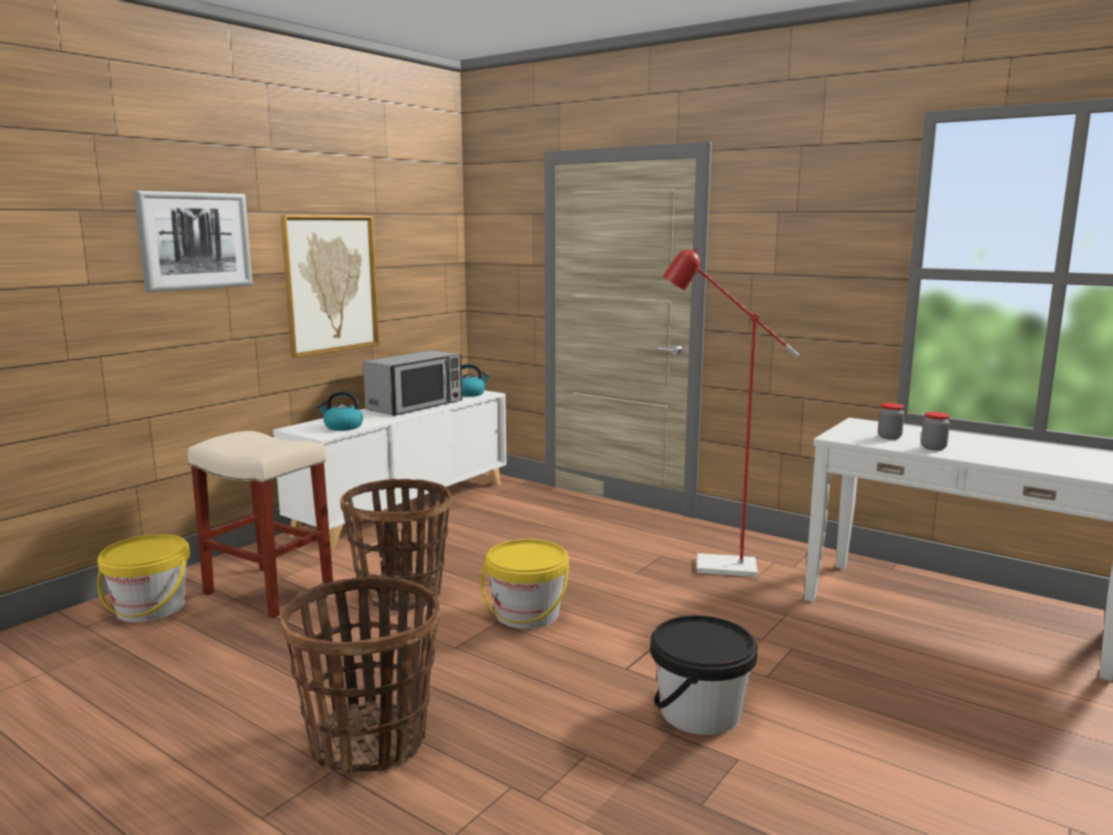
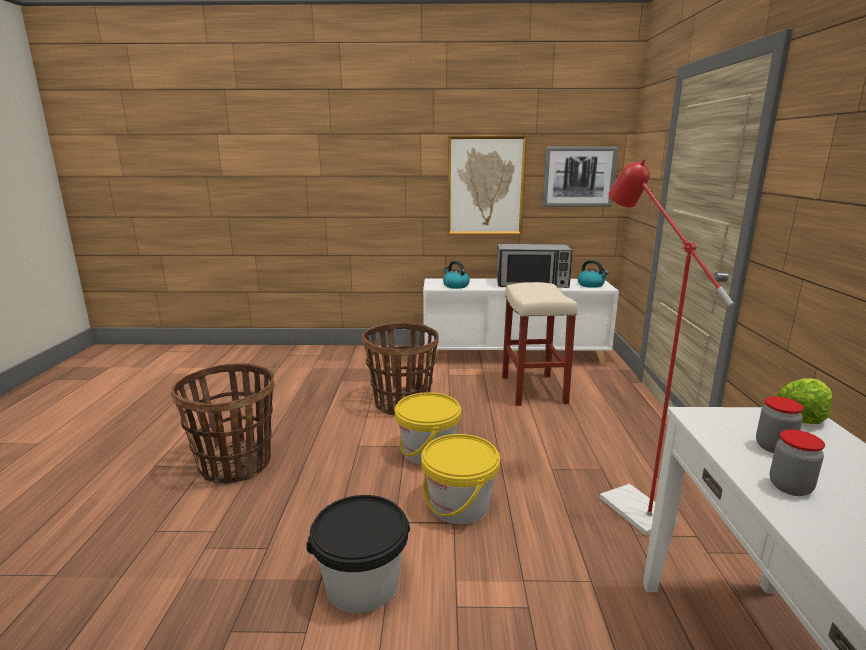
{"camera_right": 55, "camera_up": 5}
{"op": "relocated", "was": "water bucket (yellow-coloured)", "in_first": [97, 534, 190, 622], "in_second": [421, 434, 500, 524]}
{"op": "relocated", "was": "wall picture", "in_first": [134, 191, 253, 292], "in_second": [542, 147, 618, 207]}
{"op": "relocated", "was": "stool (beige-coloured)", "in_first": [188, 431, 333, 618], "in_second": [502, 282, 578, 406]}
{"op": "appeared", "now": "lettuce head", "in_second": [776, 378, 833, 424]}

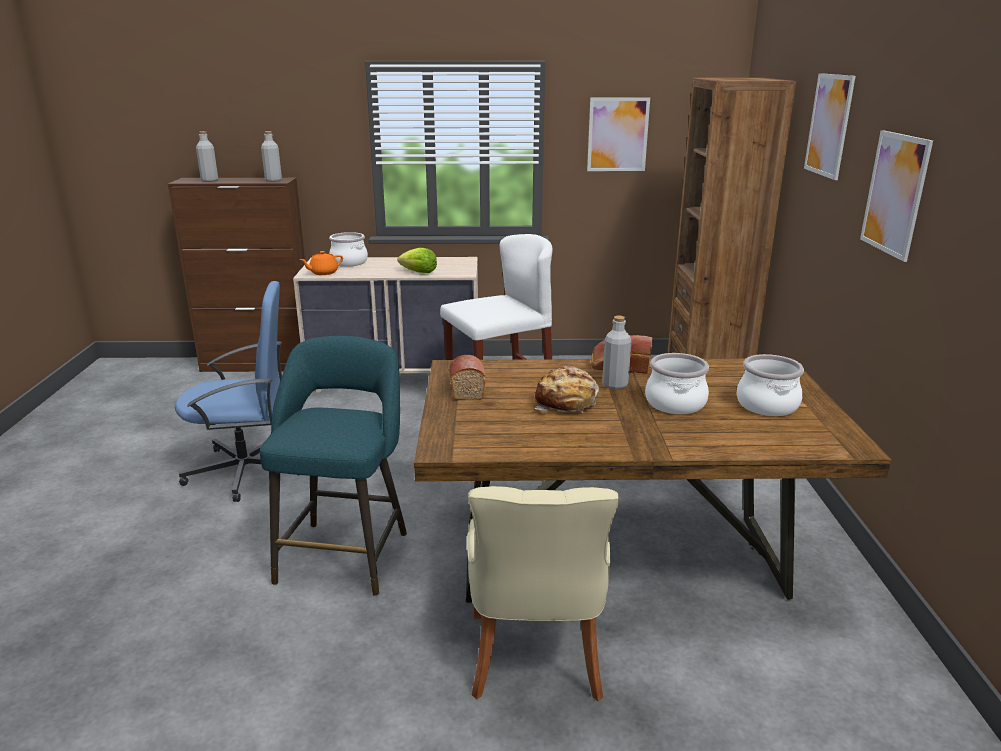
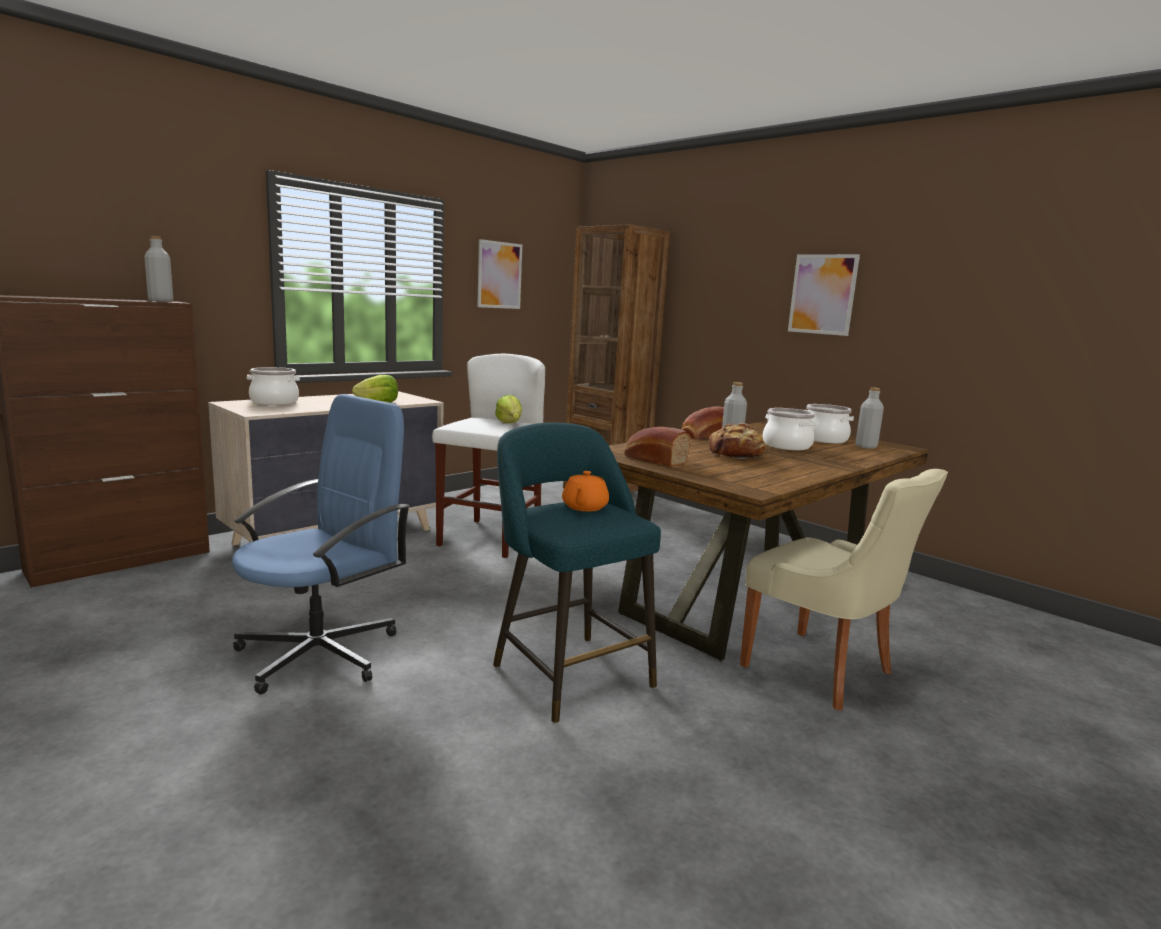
{"camera_right": -45, "camera_up": -10}
{"op": "relocated", "was": "drink bottle (greyish)", "in_first": [196, 131, 218, 182], "in_second": [855, 387, 884, 449]}
{"op": "relocated", "was": "pot for tea (orangey)", "in_first": [299, 251, 343, 275], "in_second": [562, 471, 609, 511]}
{"op": "missing", "was": "wall picture", "in_first": [804, 73, 855, 180]}
{"op": "appeared", "now": "lettuce head", "in_second": [495, 395, 522, 423]}

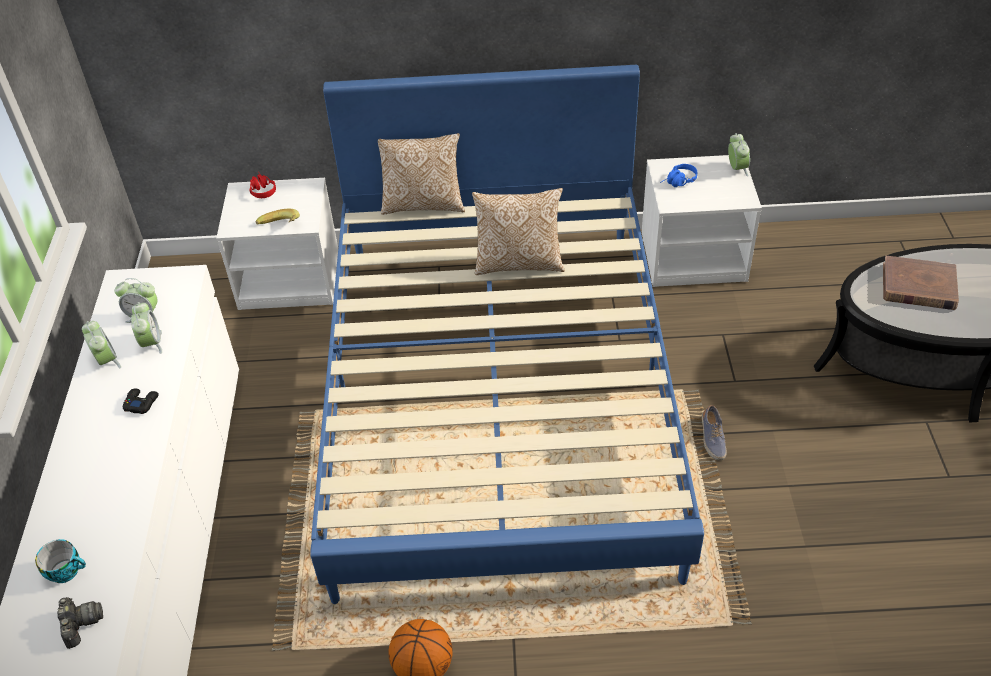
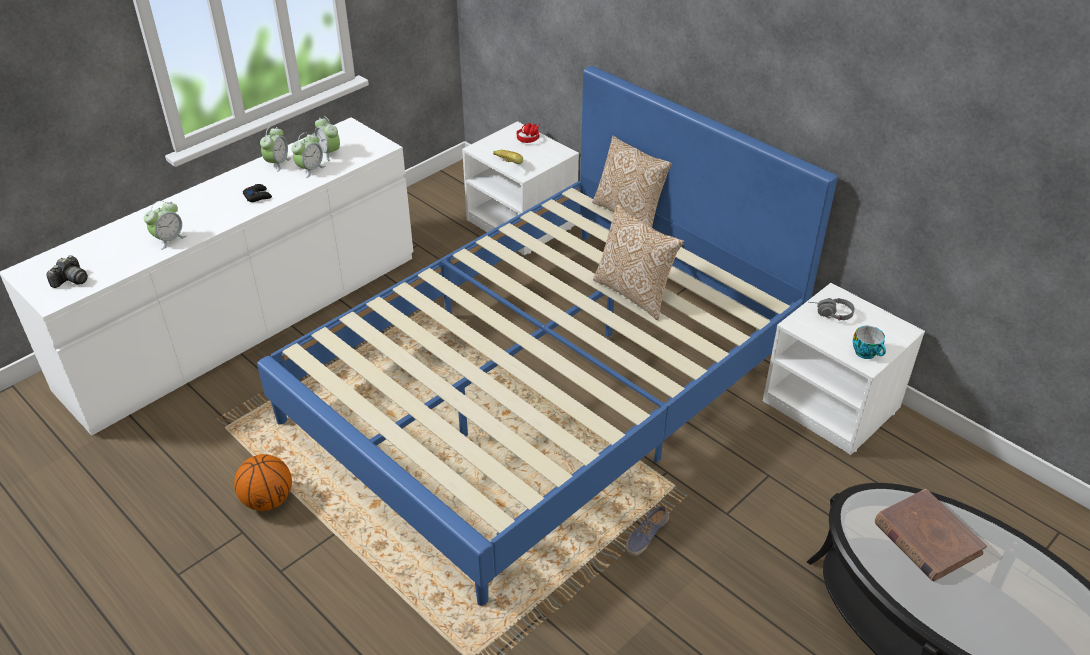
{"camera_right": 45, "camera_up": -5}
{"op": "relocated", "was": "small cup", "in_first": [35, 539, 86, 583], "in_second": [852, 326, 886, 359]}
{"op": "colour", "was": "headset (bluish)", "now": "headset (greyish)", "in_first": [660, 164, 697, 187], "in_second": [808, 298, 855, 320]}
{"op": "relocated", "was": "bedside clock", "in_first": [728, 133, 750, 177], "in_second": [144, 201, 187, 250]}

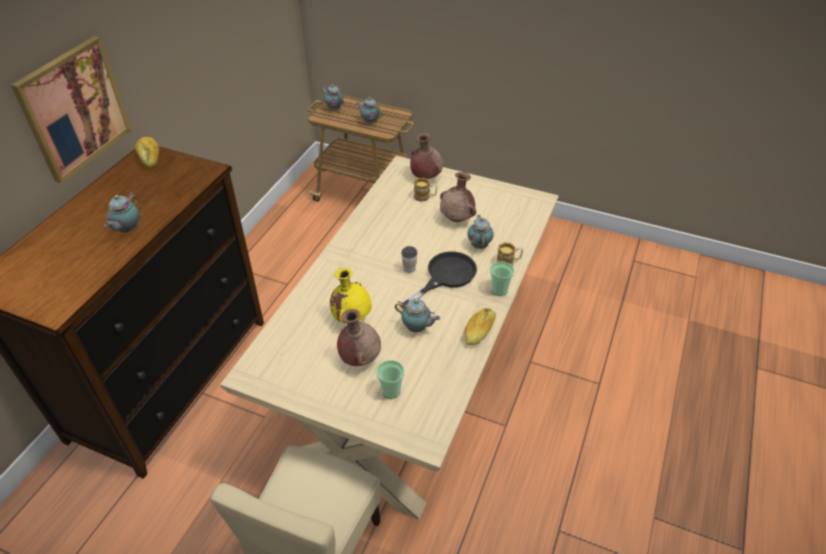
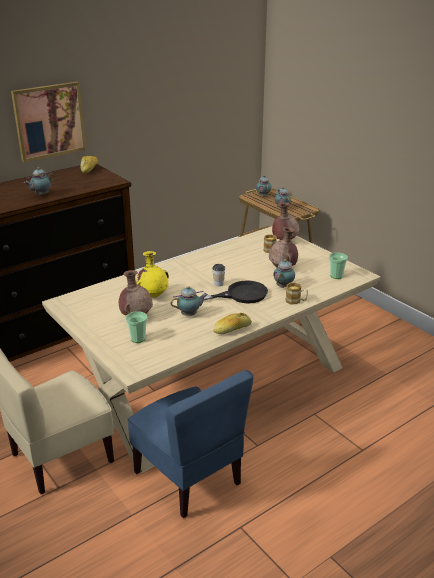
{"camera_right": 30, "camera_up": -15}
{"op": "spun", "was": "pot for tea", "in_first": [395, 298, 440, 332], "in_second": [171, 286, 208, 316], "clockwise": -75}
{"op": "relocated", "was": "small cup", "in_first": [490, 261, 514, 296], "in_second": [329, 252, 348, 279]}
{"op": "appeared", "now": "plain chair (bluish)", "in_second": [128, 370, 254, 518]}

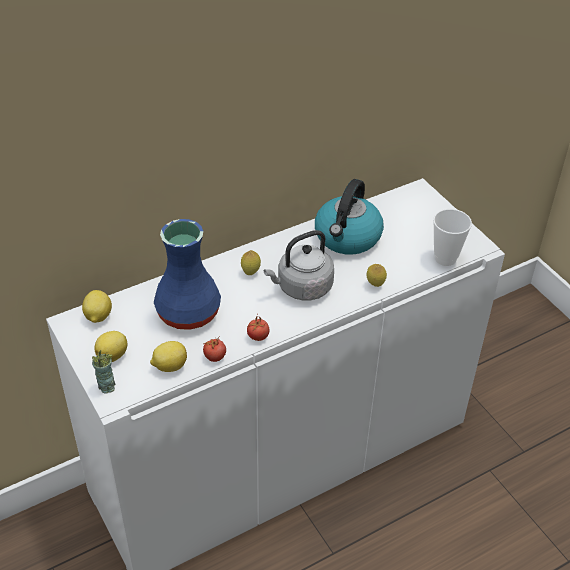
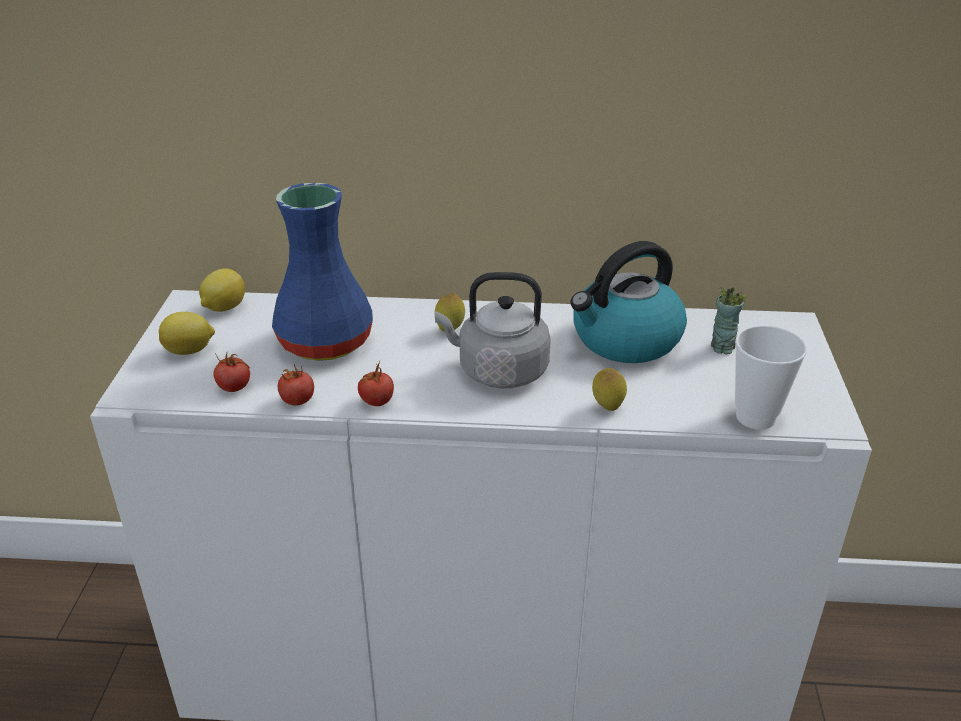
{"camera_right": 35, "camera_up": -10}
{"op": "relocated", "was": "small cup", "in_first": [92, 350, 115, 394], "in_second": [711, 287, 748, 354]}
{"op": "exchanged", "was": "citrus fruit", "now": "whole tomato", "in_first": [150, 341, 187, 372], "in_second": [213, 353, 250, 392]}

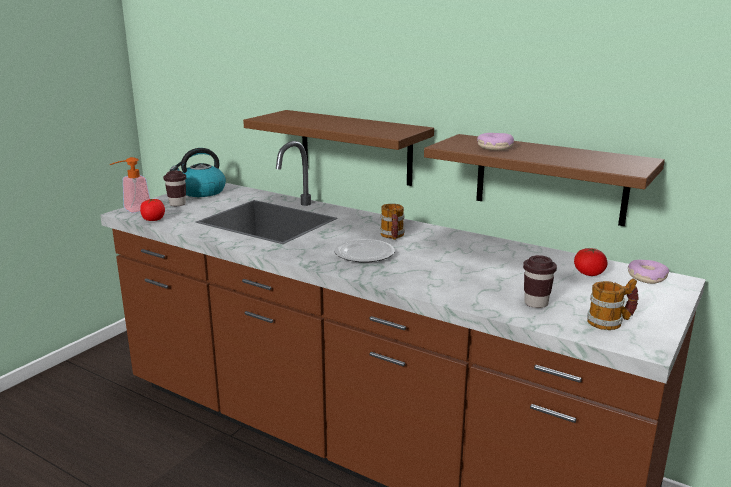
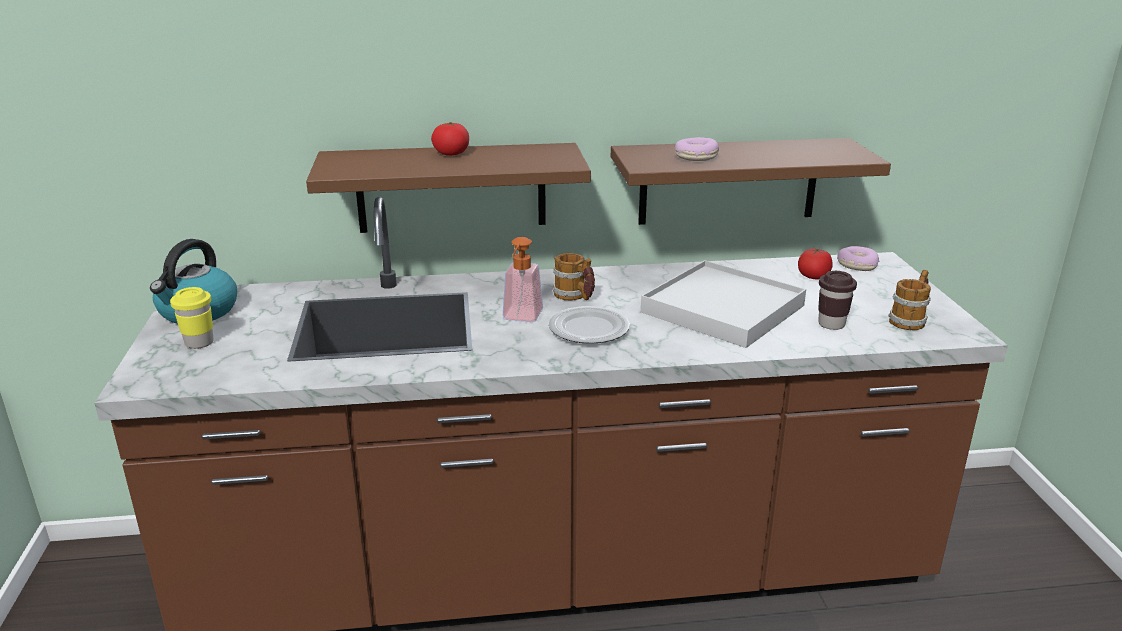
{"camera_right": -40, "camera_up": 5}
{"op": "relocated", "was": "liquid soap bottle", "in_first": [110, 157, 150, 213], "in_second": [503, 237, 543, 322]}
{"op": "relocated", "was": "whole tomato", "in_first": [140, 199, 165, 221], "in_second": [431, 122, 469, 156]}
{"op": "colour", "was": "small cup (brown)", "now": "small cup (yellow-coloured)", "in_first": [163, 171, 186, 206], "in_second": [170, 287, 213, 349]}
{"op": "appeared", "now": "serving tray (whitish)", "in_second": [641, 260, 806, 348]}

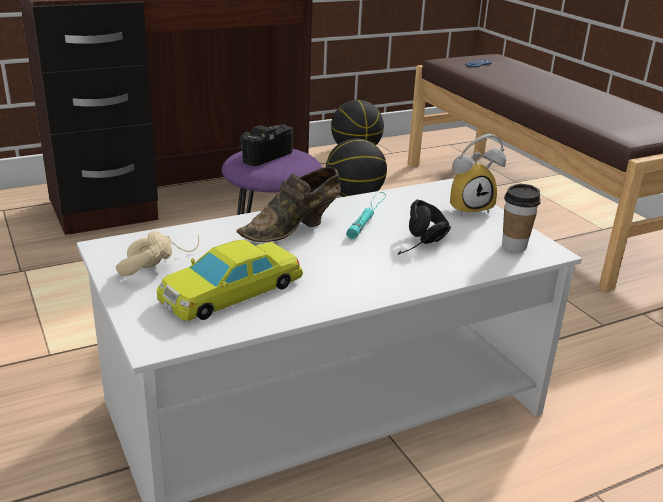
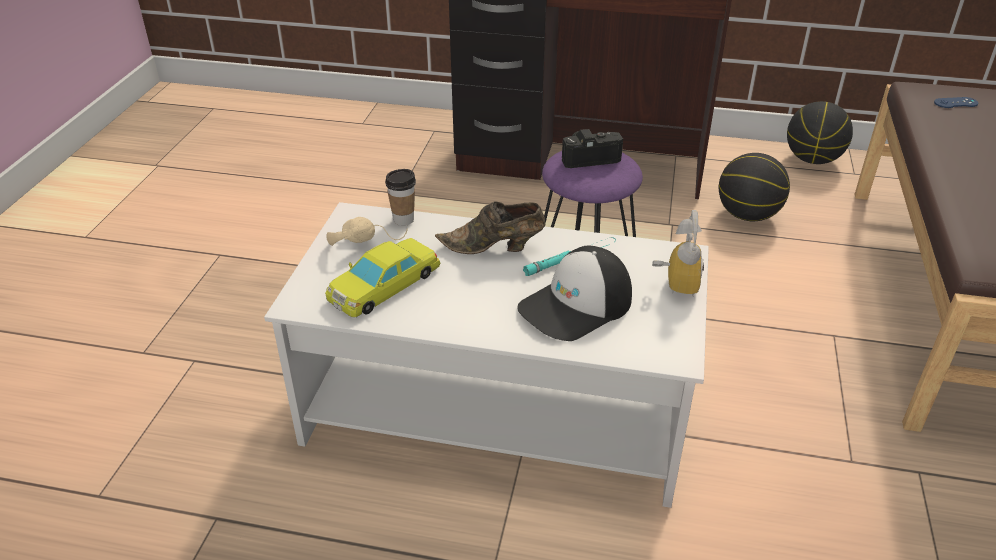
{"camera_right": 40, "camera_up": 10}
{"op": "spun", "was": "toy car (yellow-coloured)", "in_first": [156, 240, 303, 321], "in_second": [325, 238, 440, 317], "clockwise": -45}
{"op": "exchanged", "was": "headset (blackish)", "now": "cap", "in_first": [398, 199, 451, 255], "in_second": [517, 246, 632, 341]}
{"op": "spun", "was": "bedside clock", "in_first": [450, 134, 506, 217], "in_second": [652, 210, 704, 297], "clockwise": -105}
{"op": "relocated", "was": "small cup", "in_first": [502, 184, 541, 252], "in_second": [385, 169, 416, 226]}

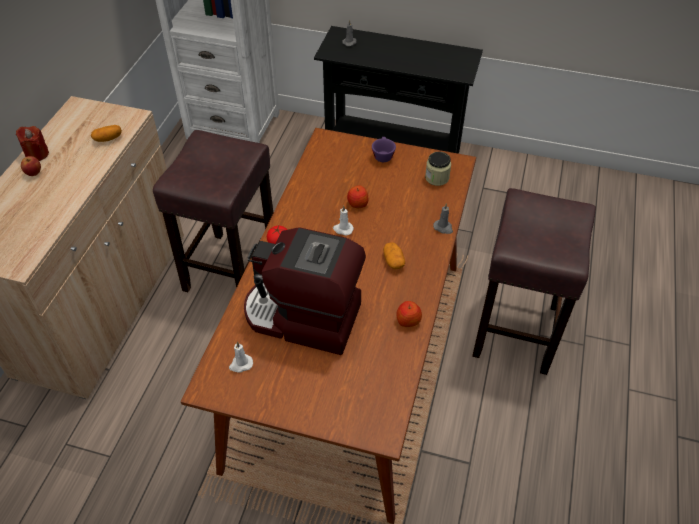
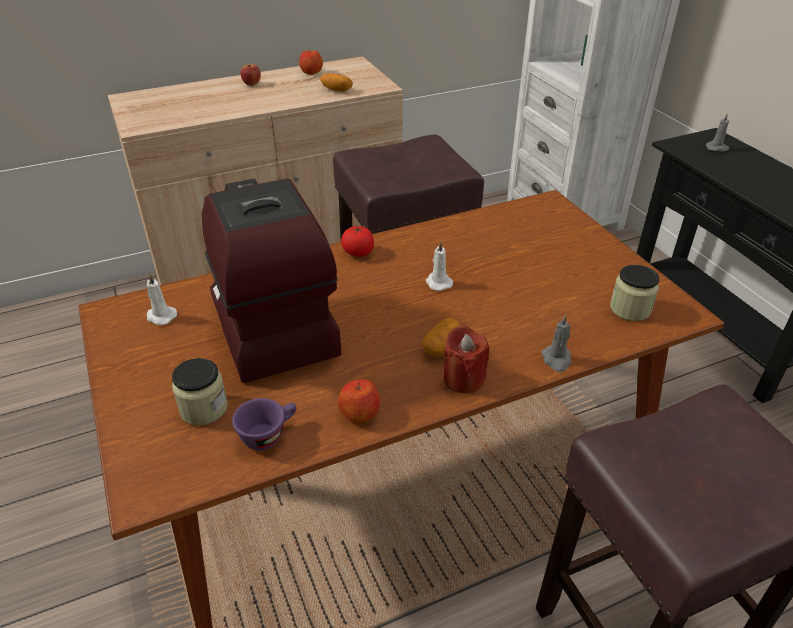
{"camera_right": 50, "camera_up": -10}
{"op": "relocated", "was": "wax light (reddish)", "in_first": [16, 126, 49, 161], "in_second": [444, 325, 489, 394]}
{"op": "relocated", "was": "apple fruit", "in_first": [347, 185, 368, 208], "in_second": [299, 49, 323, 75]}
{"op": "relocated", "was": "small cup (purple-coloured)", "in_first": [372, 137, 396, 162], "in_second": [232, 398, 297, 450]}
{"op": "appeared", "now": "storage jar", "in_second": [172, 358, 228, 425]}

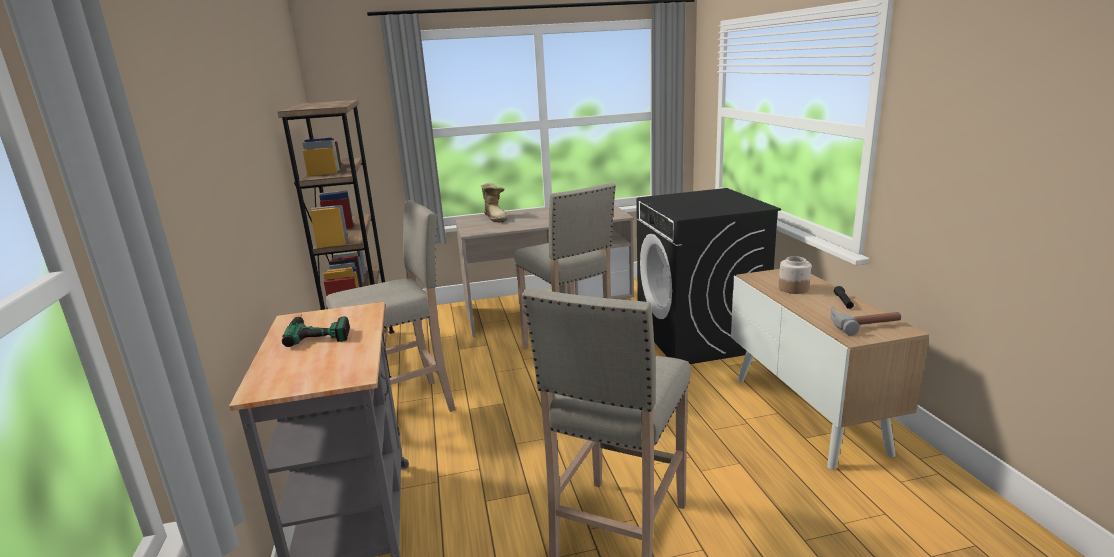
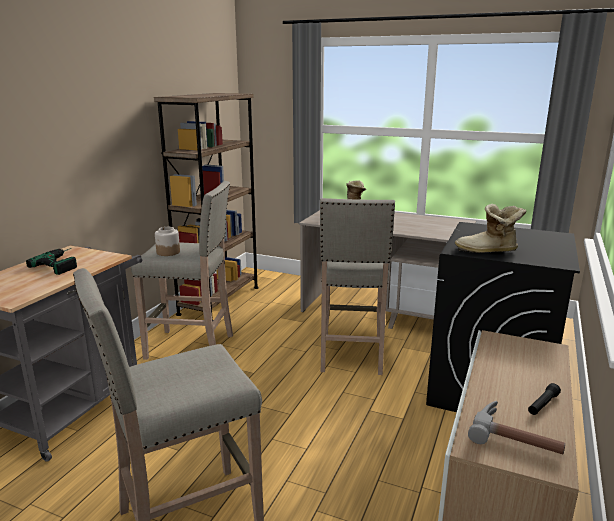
{"camera_right": 35, "camera_up": 0}
{"op": "relocated", "was": "storage jar", "in_first": [779, 256, 811, 294], "in_second": [155, 227, 180, 256]}
{"op": "appeared", "now": "high-top boot", "in_second": [455, 204, 527, 253]}

